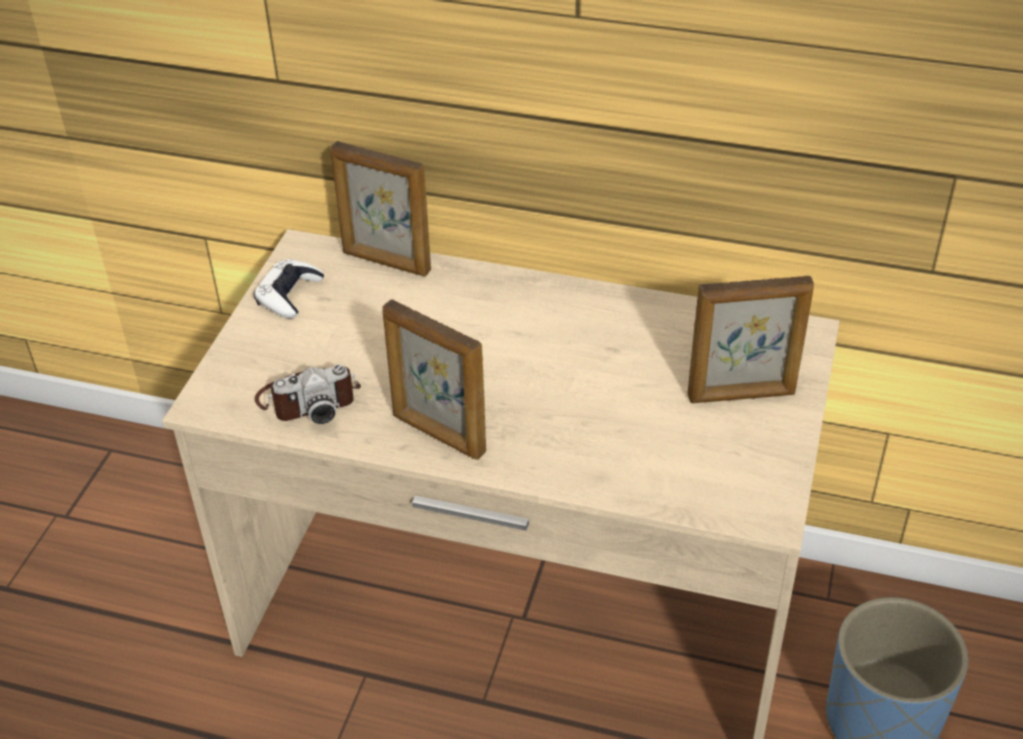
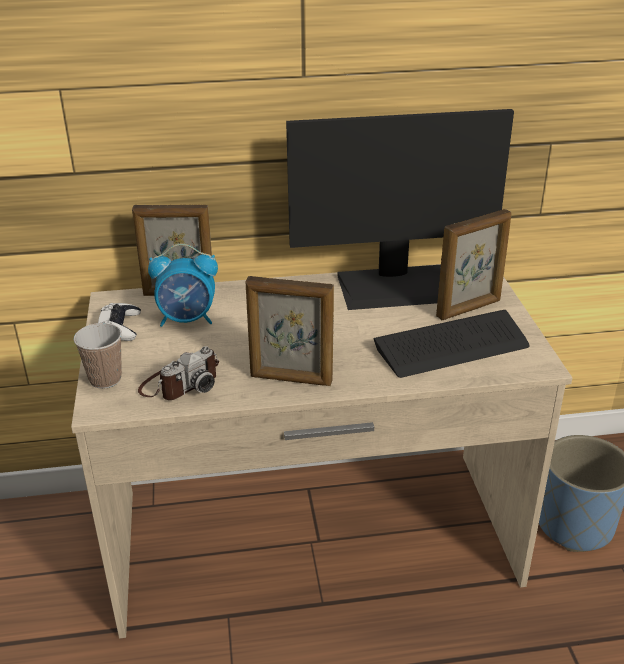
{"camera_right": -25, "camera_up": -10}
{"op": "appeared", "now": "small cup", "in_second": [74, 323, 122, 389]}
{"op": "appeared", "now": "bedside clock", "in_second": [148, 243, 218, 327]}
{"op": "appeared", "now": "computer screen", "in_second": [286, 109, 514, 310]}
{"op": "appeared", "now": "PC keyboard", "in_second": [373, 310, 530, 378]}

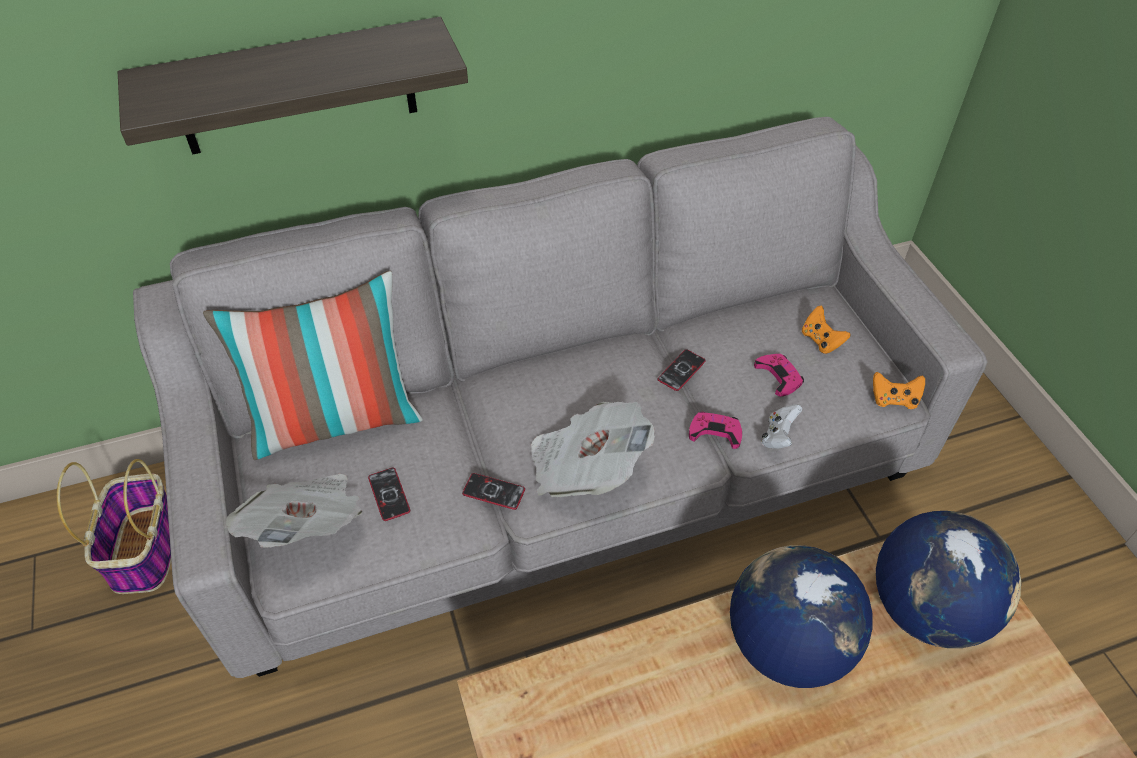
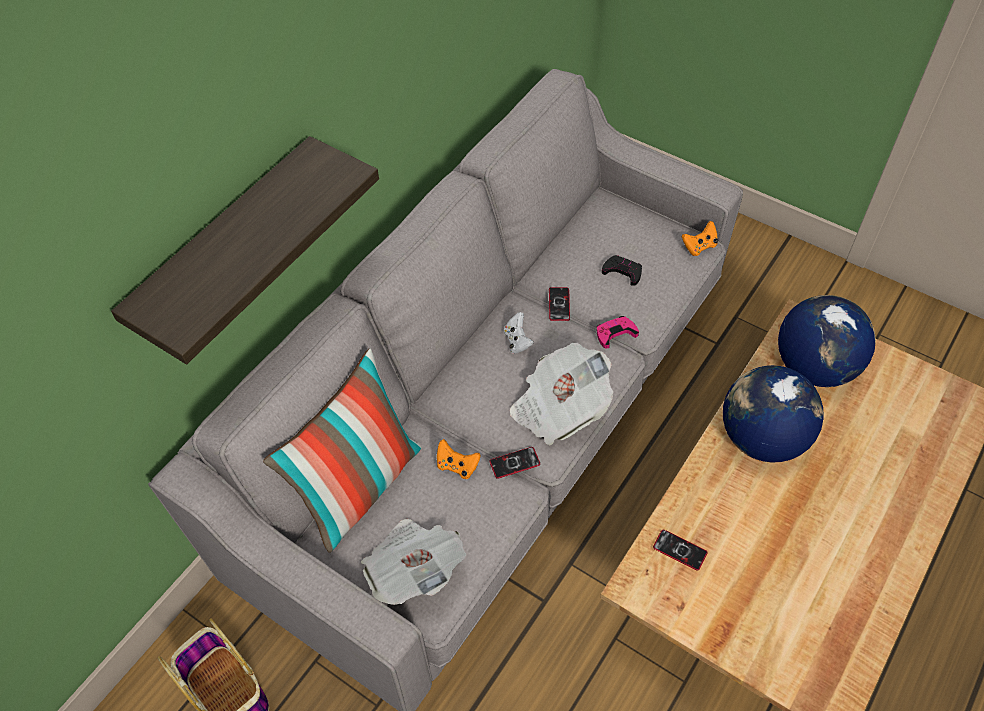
{"camera_right": -35, "camera_up": 5}
{"op": "relocated", "was": "telephone", "in_first": [368, 467, 410, 521], "in_second": [653, 530, 707, 570]}
{"op": "colour", "was": "gamepad (pinkish)", "now": "gamepad (blackish)", "in_first": [754, 354, 804, 397], "in_second": [602, 255, 642, 286]}
{"op": "relocated", "was": "gamepad (whitish)", "in_first": [761, 404, 802, 449], "in_second": [504, 312, 534, 354]}
{"op": "relocated", "was": "gamepad (orangey)", "in_first": [802, 306, 851, 354], "in_second": [437, 439, 481, 479]}

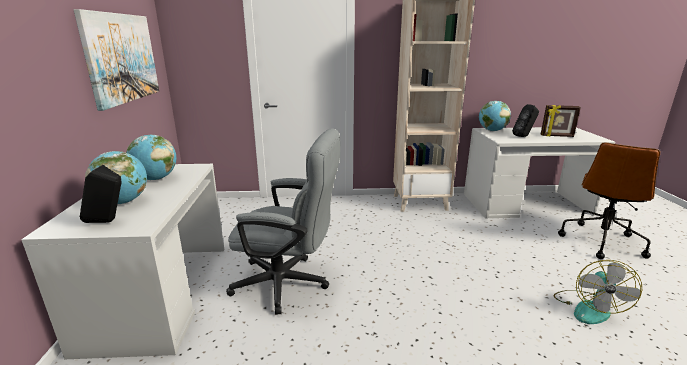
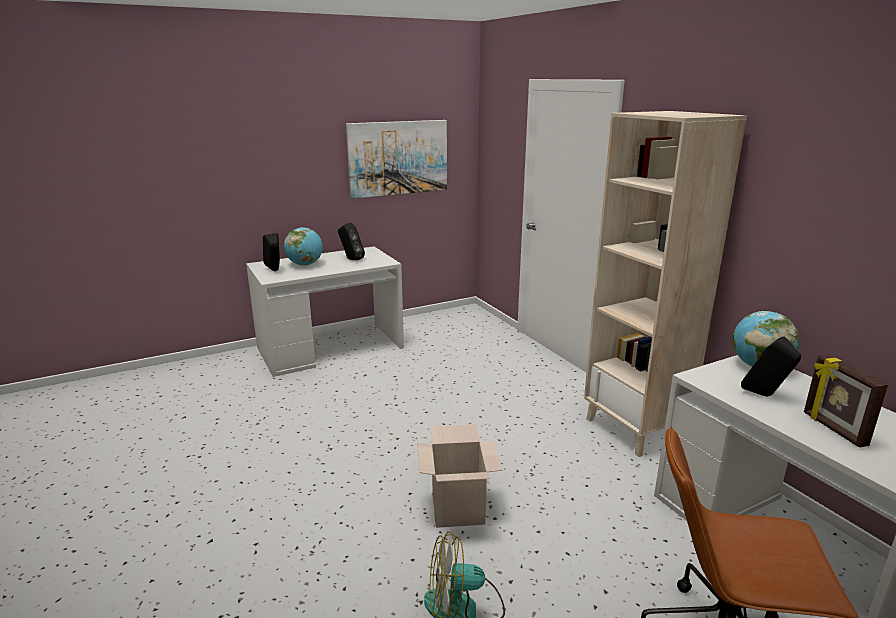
{"camera_right": 65, "camera_up": 0}
{"op": "exchanged", "was": "globe", "now": "audio speaker (blackish)", "in_first": [126, 135, 176, 180], "in_second": [338, 223, 365, 260]}
{"op": "missing", "was": "computer chair (greyish)", "in_first": [226, 128, 340, 315]}
{"op": "appeared", "now": "packing box", "in_second": [417, 424, 503, 528]}

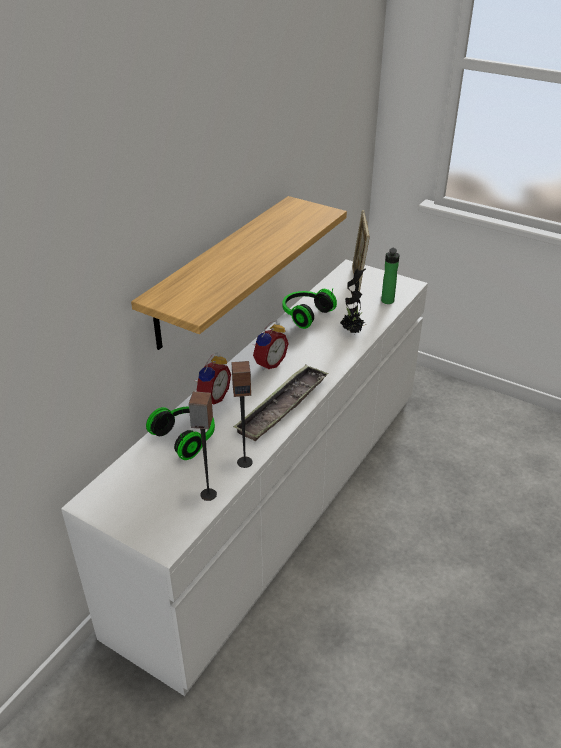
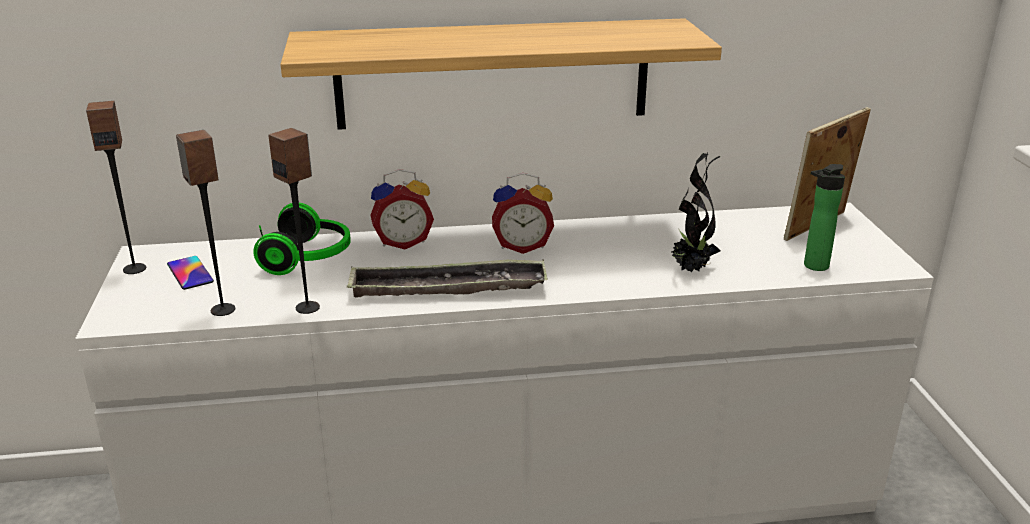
{"camera_right": 50, "camera_up": -10}
{"op": "missing", "was": "headset", "in_first": [283, 288, 337, 329]}
{"op": "appeared", "now": "audio speaker", "in_second": [86, 101, 146, 274]}
{"op": "appeared", "now": "telephone", "in_second": [167, 256, 214, 290]}

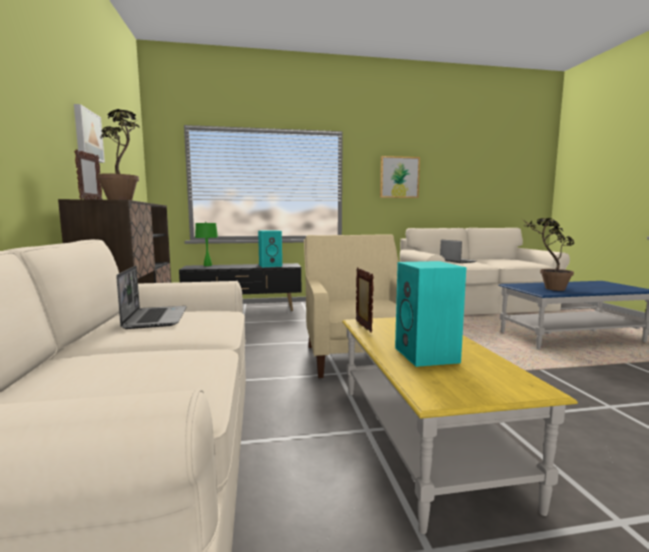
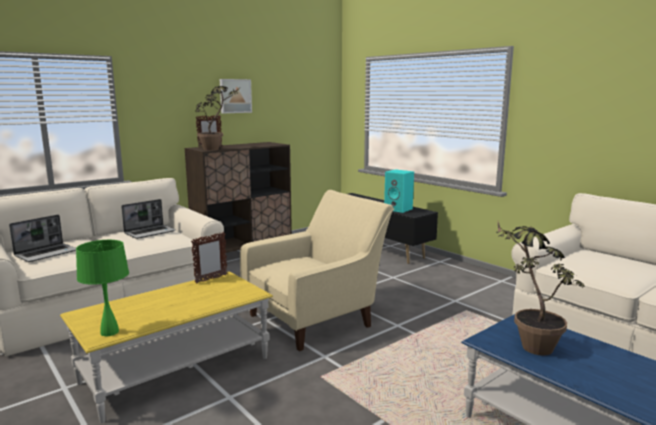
{"camera_right": 60, "camera_up": 5}
{"op": "relocated", "was": "tabletop lamp (green)", "in_first": [195, 222, 218, 266], "in_second": [76, 240, 129, 336]}
{"op": "missing", "was": "wall picture", "in_first": [380, 156, 420, 198]}
{"op": "missing", "was": "audio speaker (blue-green)", "in_first": [395, 261, 466, 367]}
{"op": "relocated", "was": "laptop", "in_first": [440, 240, 476, 263], "in_second": [9, 215, 76, 262]}

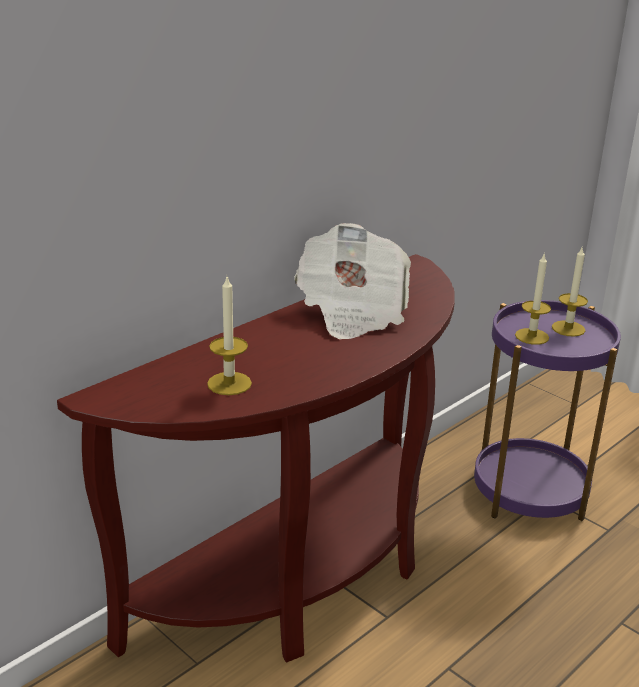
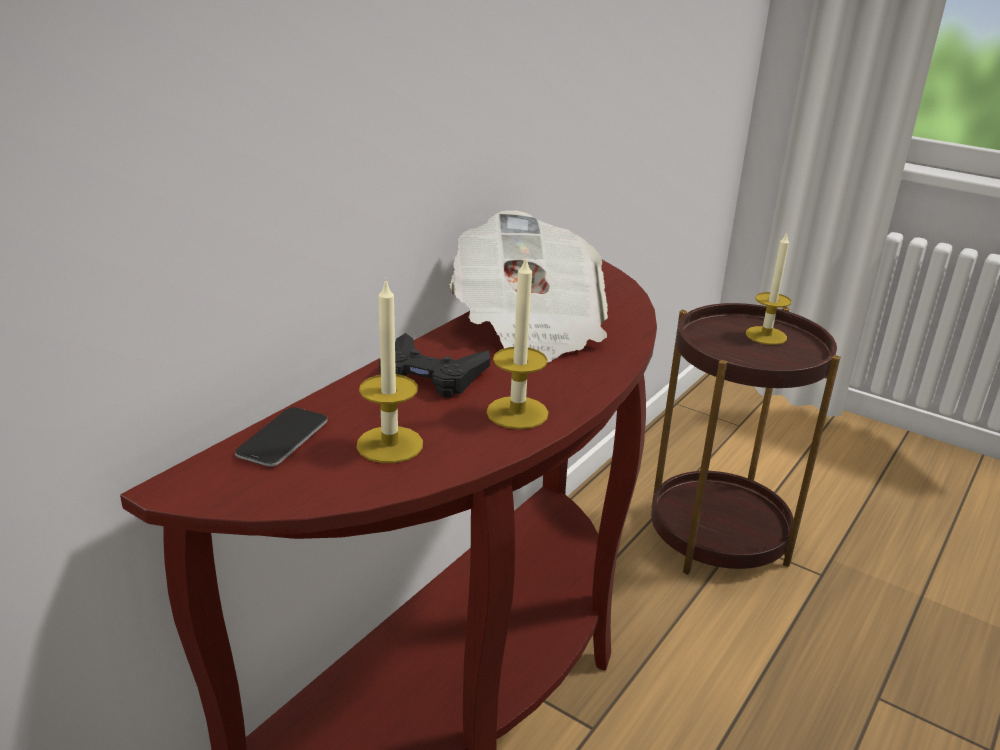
{"camera_right": -10, "camera_up": 0}
{"op": "colour", "was": "side table (purple-coloured)", "now": "side table (brown)", "in_first": [474, 300, 621, 521], "in_second": [651, 303, 841, 574]}
{"op": "relocated", "was": "wax light", "in_first": [515, 253, 551, 345], "in_second": [486, 256, 549, 429]}
{"op": "appeared", "now": "telephone", "in_second": [235, 407, 327, 467]}
{"op": "appeared", "now": "gamepad (blackish)", "in_second": [379, 333, 490, 397]}

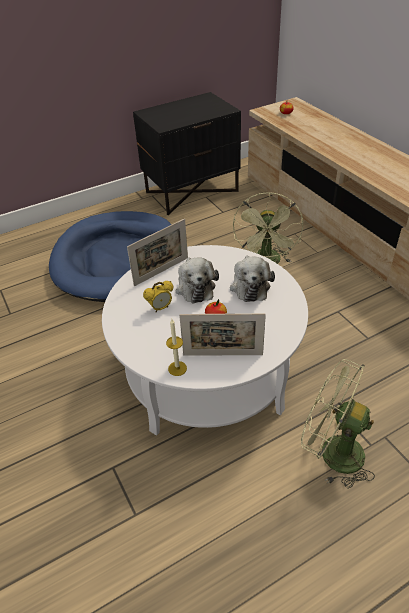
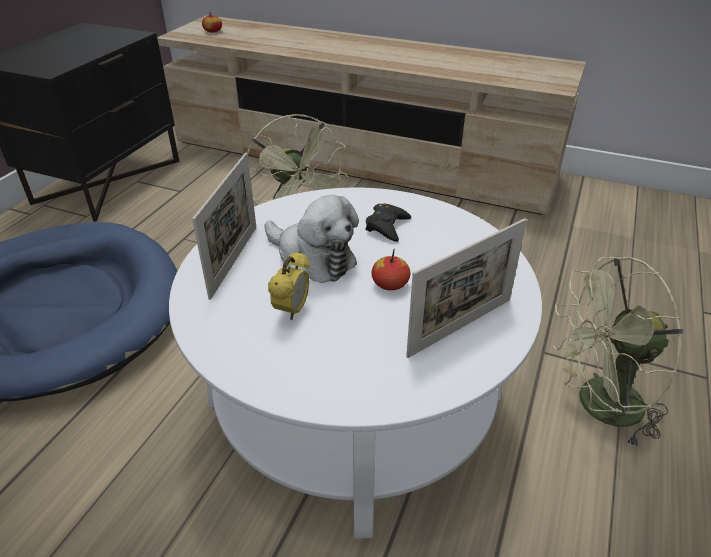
{"camera_right": -40, "camera_up": -5}
{"op": "missing", "was": "wax light", "in_first": [166, 319, 187, 376]}
{"op": "exchanged", "was": "cuddly toy", "now": "gamepad (blackish)", "in_first": [230, 256, 275, 302], "in_second": [365, 203, 411, 242]}

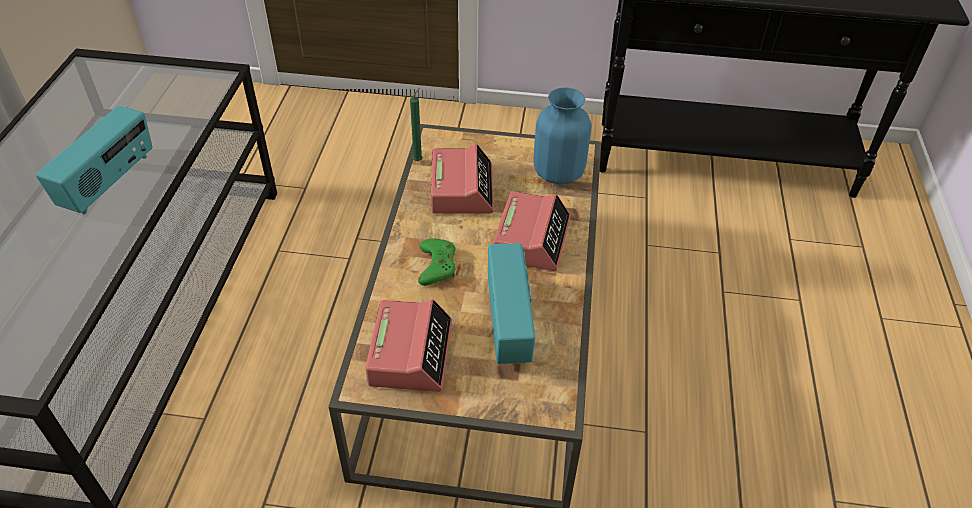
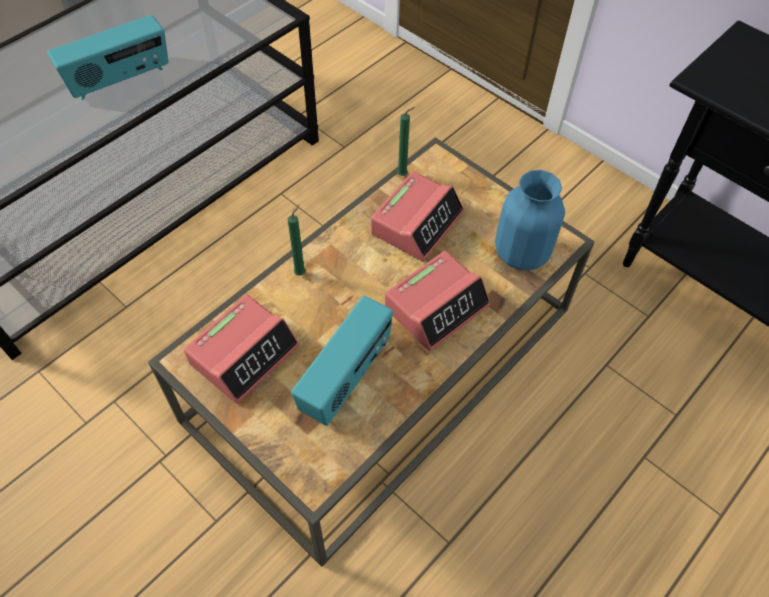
{"camera_right": 35, "camera_up": 10}
{"op": "missing", "was": "gamepad (green)", "in_first": [418, 239, 456, 286]}
{"op": "appeared", "now": "wax light (green)", "in_second": [288, 205, 306, 276]}

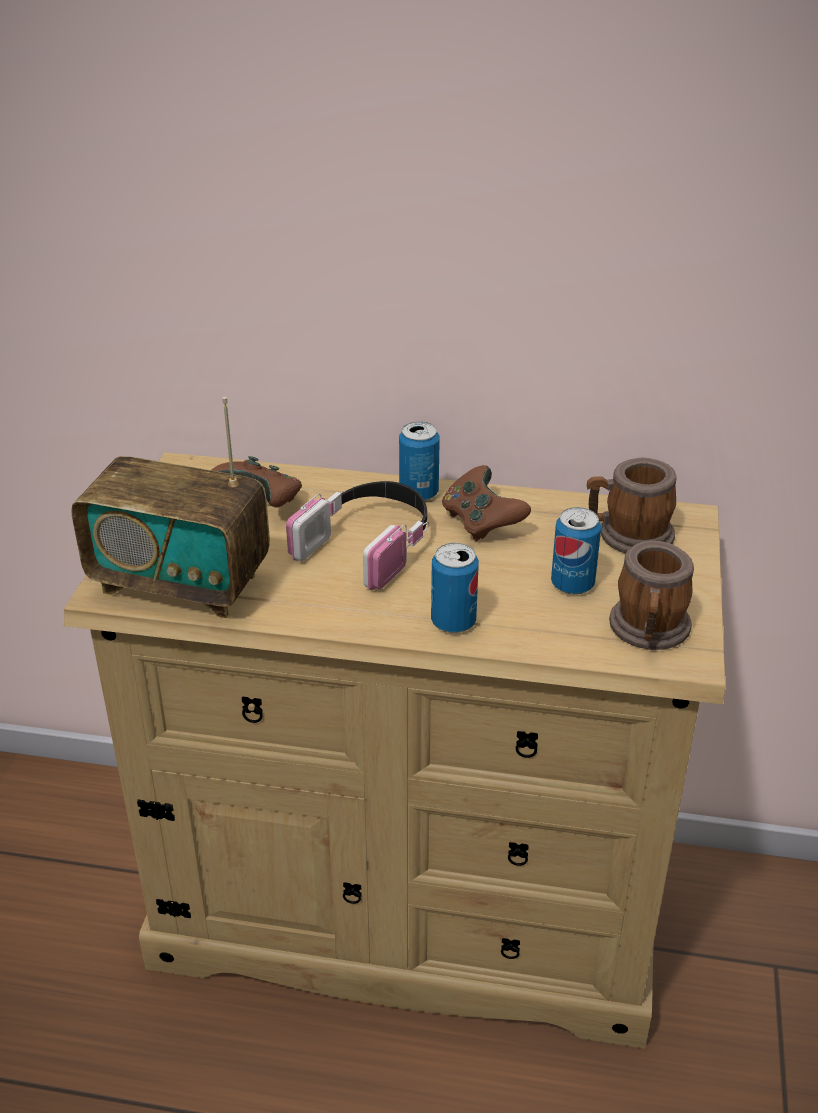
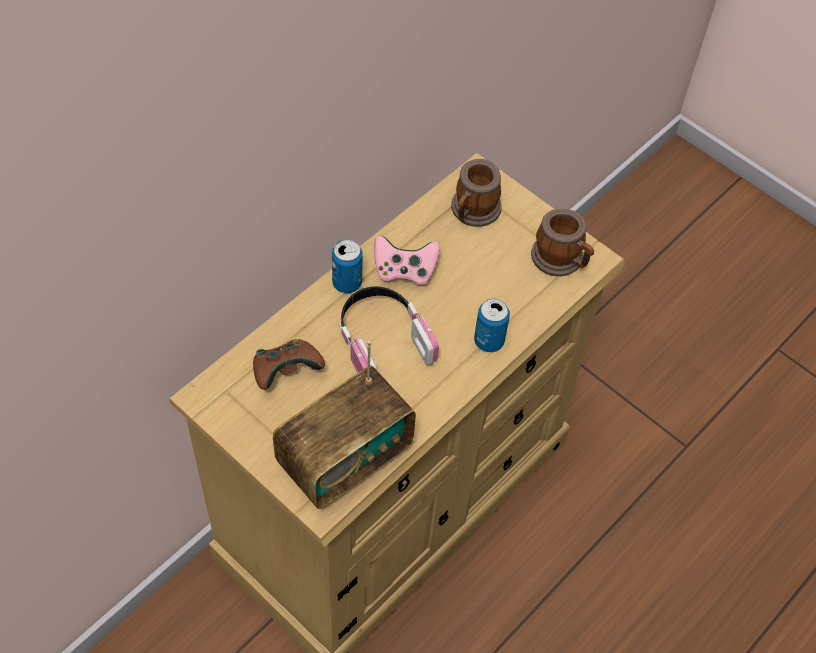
{"camera_right": -60, "camera_up": 20}
{"op": "colour", "was": "gamepad (brown)", "now": "gamepad (pinkish)", "in_first": [442, 465, 531, 541], "in_second": [374, 236, 440, 285]}
{"op": "missing", "was": "can", "in_first": [551, 507, 601, 595]}

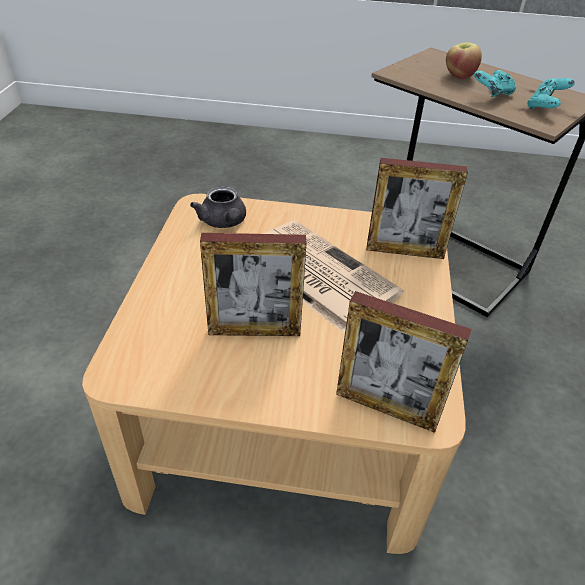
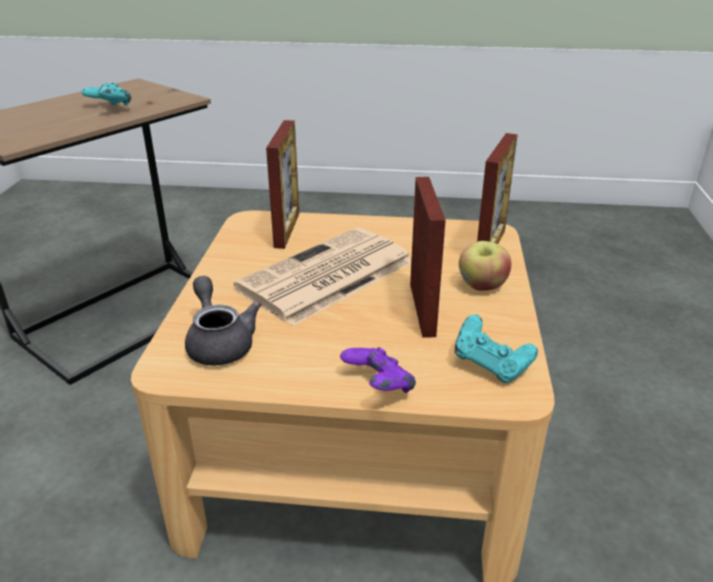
{"camera_right": -90, "camera_up": -10}
{"op": "spun", "was": "pot for tea (greyish)", "in_first": [190, 186, 246, 228], "in_second": [185, 276, 261, 365], "clockwise": -90}
{"op": "relocated", "was": "apple fruit", "in_first": [446, 42, 482, 79], "in_second": [459, 241, 511, 291]}
{"op": "relocated", "was": "gamepad (blue-green)", "in_first": [527, 78, 575, 109], "in_second": [455, 315, 538, 383]}
{"op": "appeared", "now": "gamepad (purple-coloured)", "in_second": [340, 347, 416, 393]}

